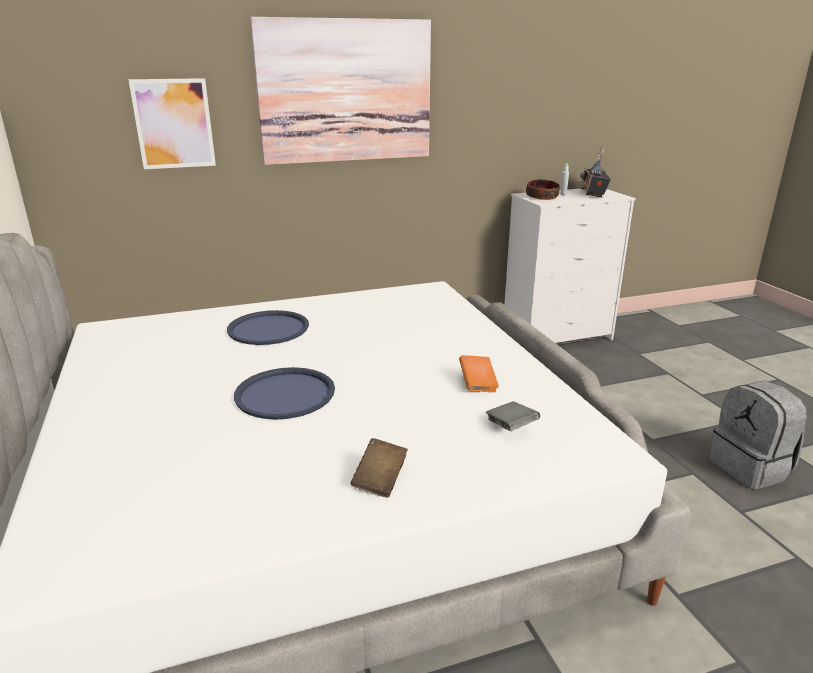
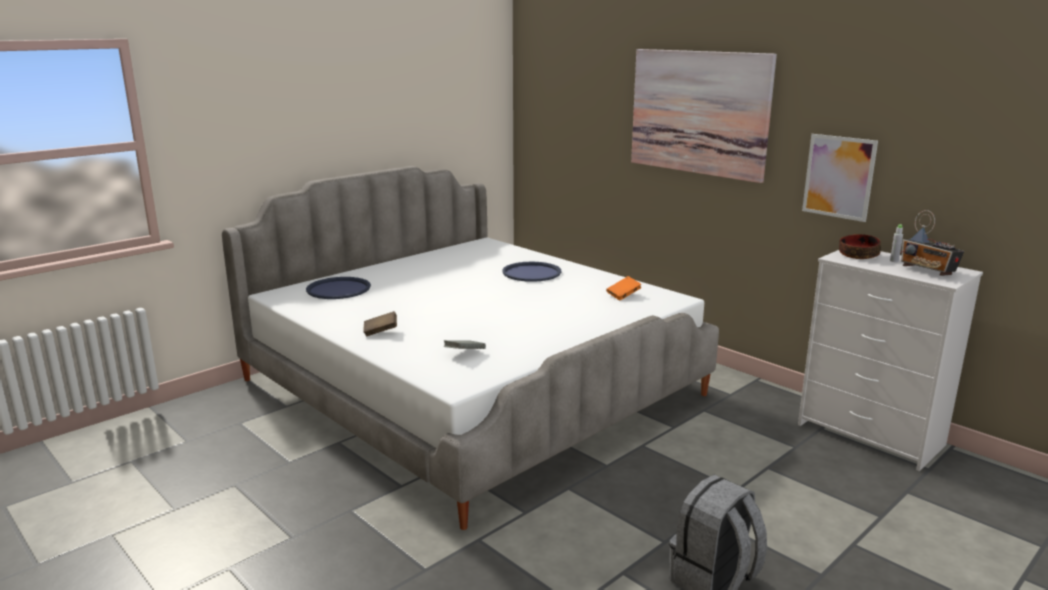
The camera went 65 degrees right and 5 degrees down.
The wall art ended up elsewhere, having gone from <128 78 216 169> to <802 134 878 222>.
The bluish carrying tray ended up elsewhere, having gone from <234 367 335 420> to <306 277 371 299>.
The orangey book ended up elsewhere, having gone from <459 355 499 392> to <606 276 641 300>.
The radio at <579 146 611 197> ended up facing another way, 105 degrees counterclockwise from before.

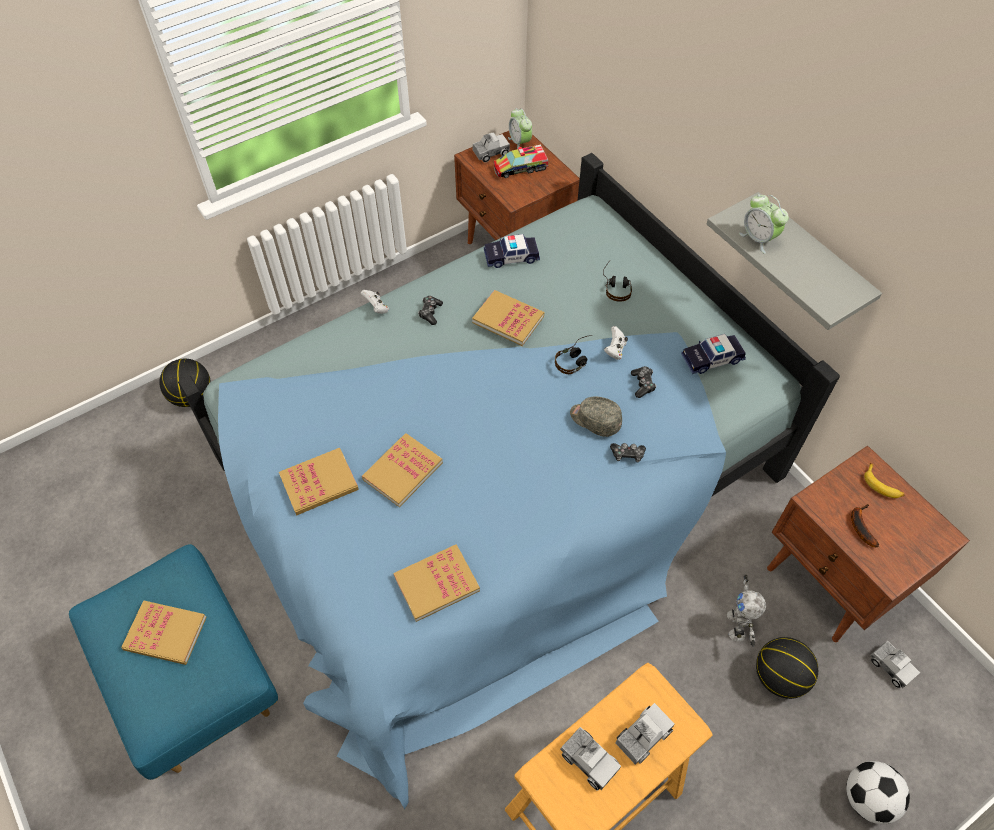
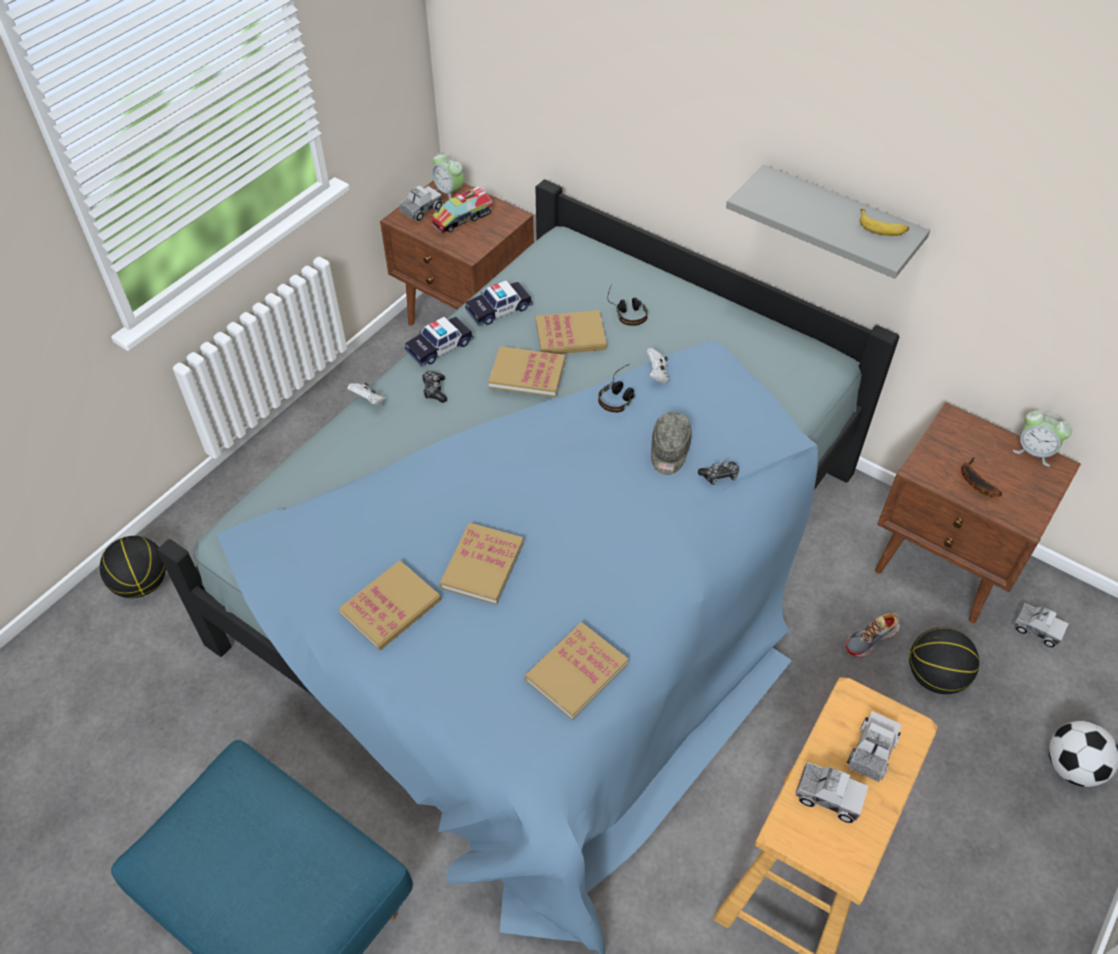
The camera went 20 degrees left and 5 degrees down.
The book ended up elsewhere, having gone from <122 600 207 665> to <536 310 607 354>.
The greyish peaked cap at <570 396 622 437> ended up facing another way, 90 degrees counterclockwise from before.
The second view lost the joypad at <631 366 656 398>.
The toy car ended up elsewhere, having gone from <681 334 746 374> to <404 317 474 367>.
Where the robot figure stood at <727 575 766 647>, the low shoe came to stand at <846 613 900 657>.
The alarm clock ended up elsewhere, having gone from <739 194 789 254> to <1013 411 1072 467>.
The banana ended up elsewhere, having gone from <864 463 905 498> to <860 209 909 236>.

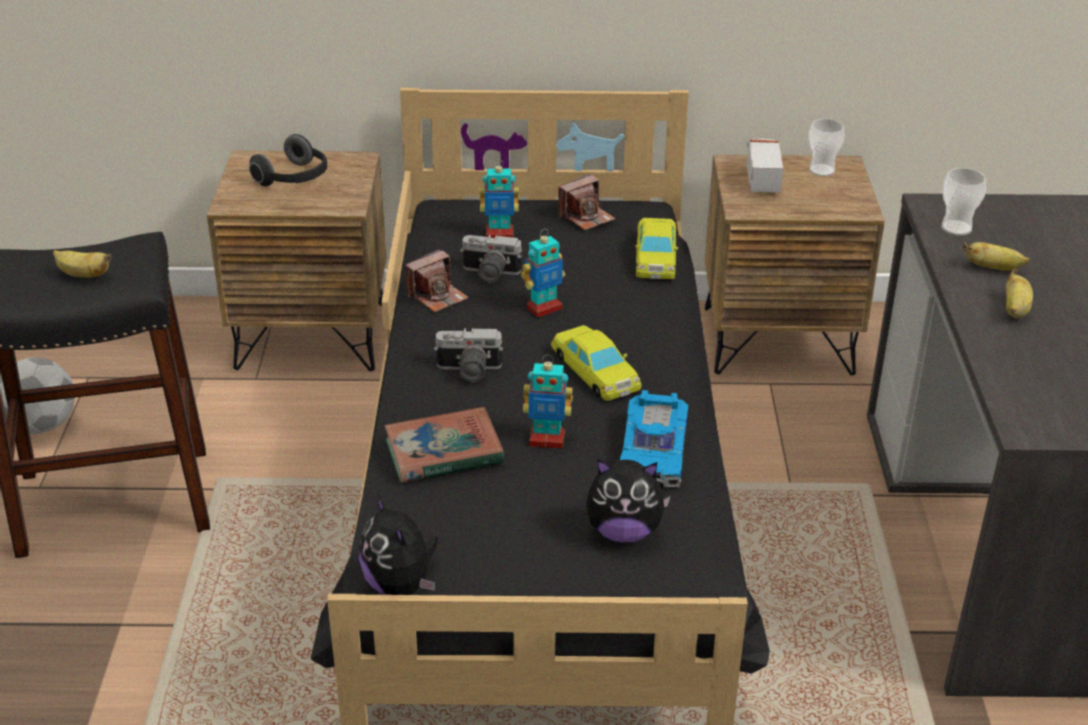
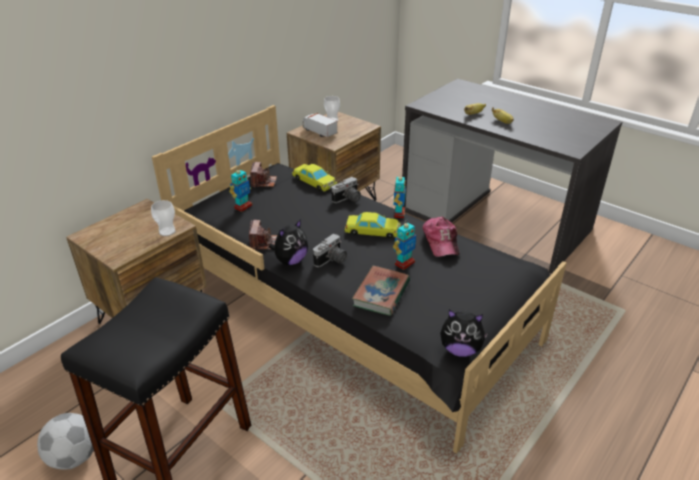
The camera went 50 degrees left and 0 degrees up.
The second view lost the banana at <53 250 112 277>.
The second view lost the headset at <249 134 327 187>.
The still camera ended up elsewhere, having gone from <460 235 522 283> to <331 177 361 203>.
The robot figure ended up elsewhere, having gone from <521 229 565 318> to <394 173 406 218>.
The soft toy ended up elsewhere, having gone from <586 459 671 543> to <269 219 308 265>.
Where the toy car stood at <620 390 688 487>, the peaked cap came to stand at <423 217 460 257>.
The cup ended up elsewhere, having gone from <941 168 986 236> to <151 200 176 236>.

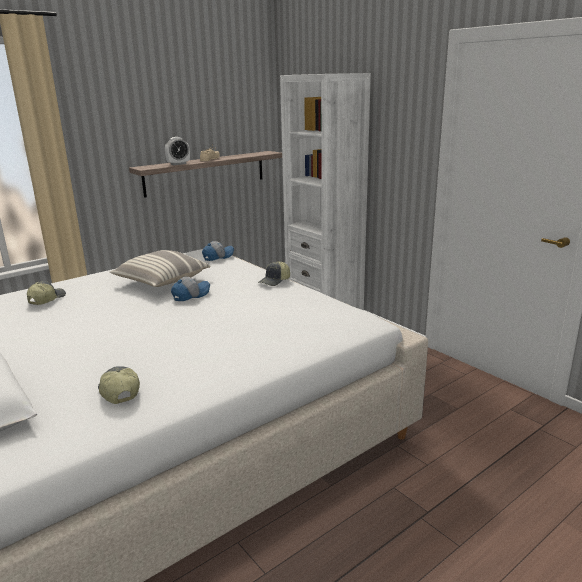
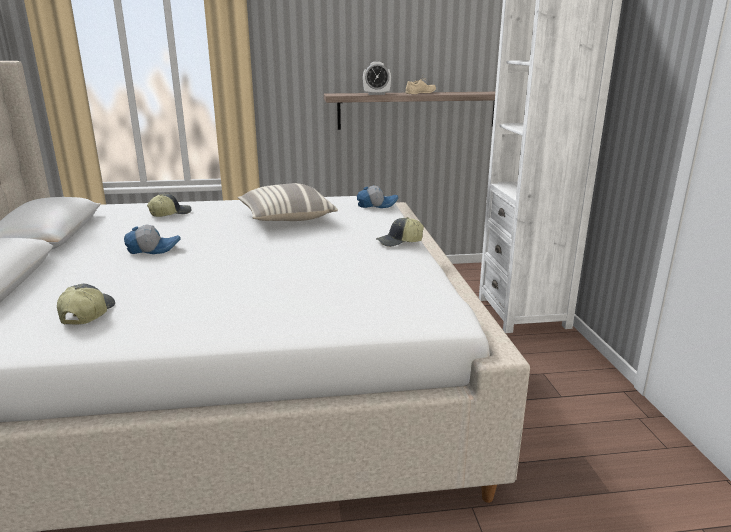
The camera went 30 degrees right and 0 degrees up.
The peaked cap ended up elsewhere, having gone from <171 277 210 301> to <124 225 181 254>.

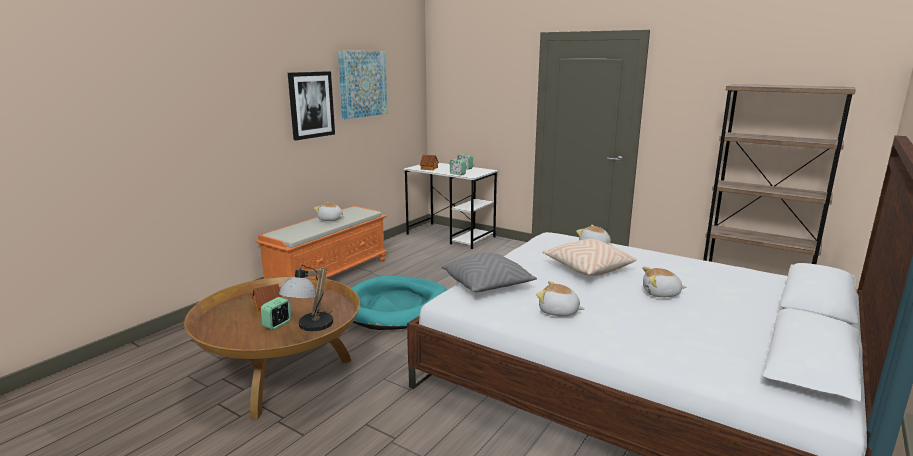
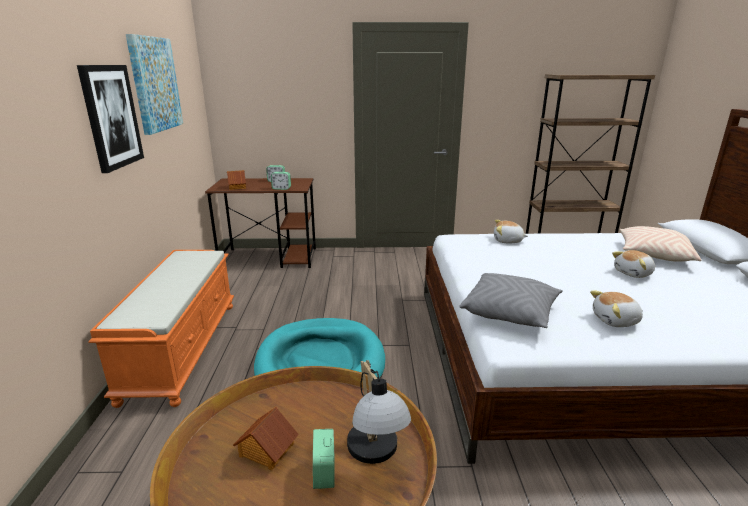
The camera went 35 degrees left and 5 degrees up.
The second view lost the soft toy at <314 202 343 221>.
What was the whitish desk unit at <403 163 499 249> turned into the brown desk unit at <205 178 316 268>.
The beige throw pillow ended up elsewhere, having gone from <542 239 637 276> to <620 226 701 262>.

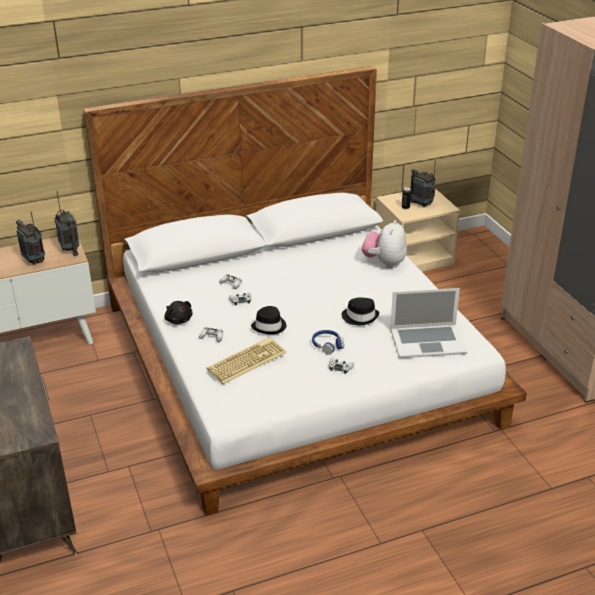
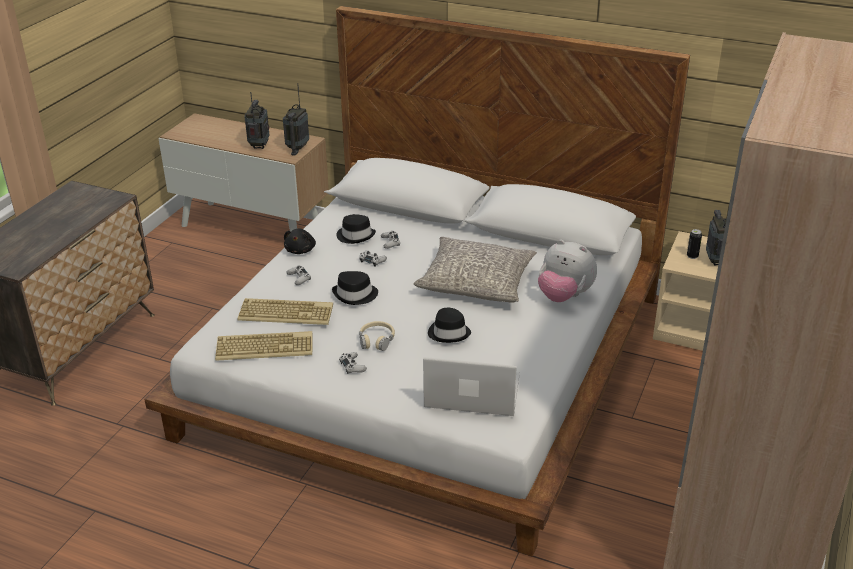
The camera went 45 degrees right and 0 degrees up.
What was the bluish headset at <312 330 344 355> turned into the beige headset at <359 321 395 351>.
The soft toy at <362 220 407 268> ended up facing another way, 120 degrees counterclockwise from before.
The laptop at <390 288 467 358> ended up facing another way, 150 degrees clockwise from before.
The second view gained the PC keyboard at <215 331 312 361>.
The second view gained the black-coloured hat at <336 214 376 244>.
The second view gained the greyish throw pillow at <414 237 537 303>.

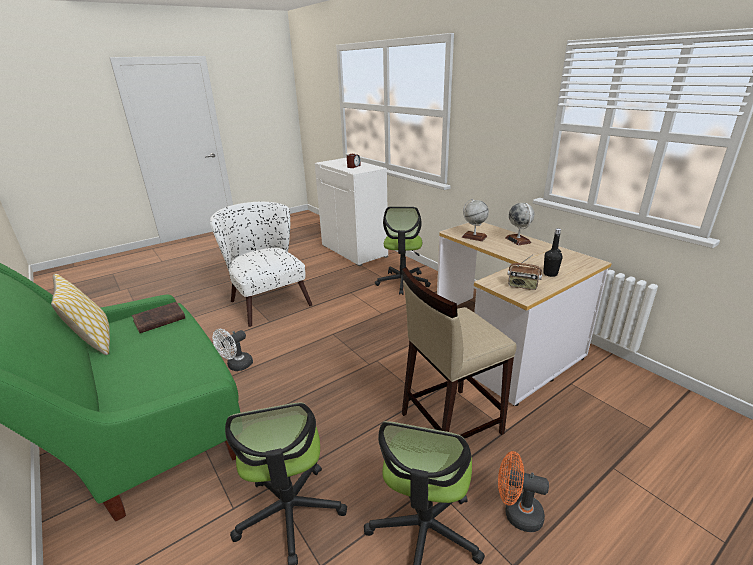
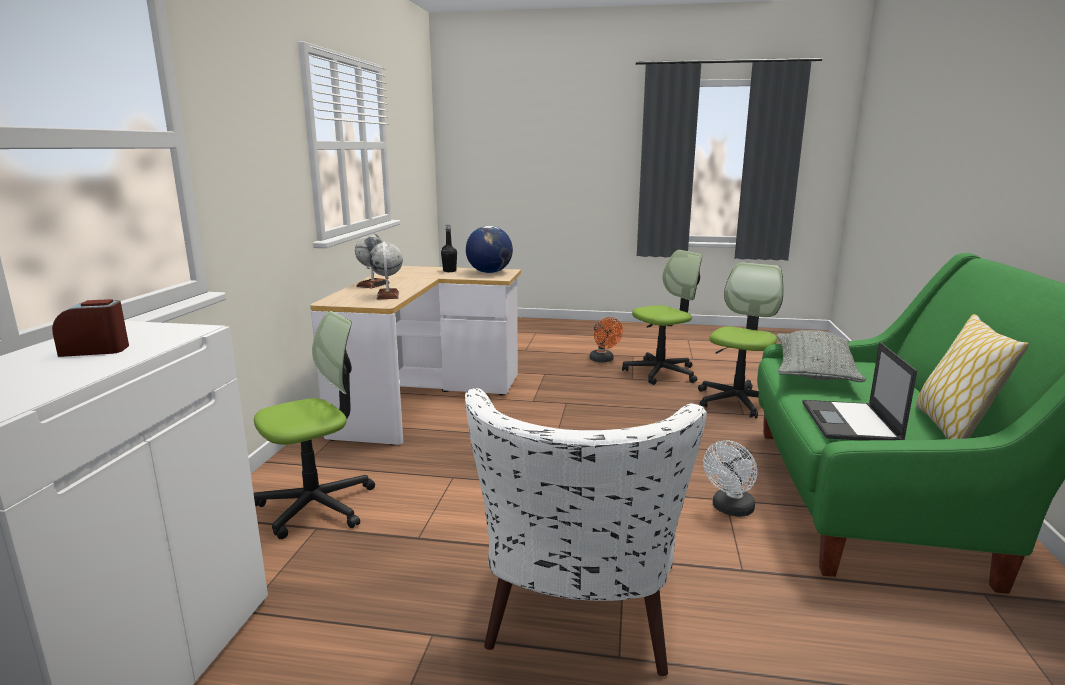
The camera went 135 degrees left and 10 degrees down.
Where the brown book stood at <132 302 185 333>, the laptop came to stand at <802 342 917 441>.
The whitish fan at <212 329 253 371> ended up facing another way, 135 degrees clockwise from before.
The second view lost the beige stool seat at <402 267 517 439>.
Where the radio stood at <507 256 542 290>, the globe came to stand at <466 226 513 273>.
The second view gained the greyish throw pillow at <776 330 866 382>.

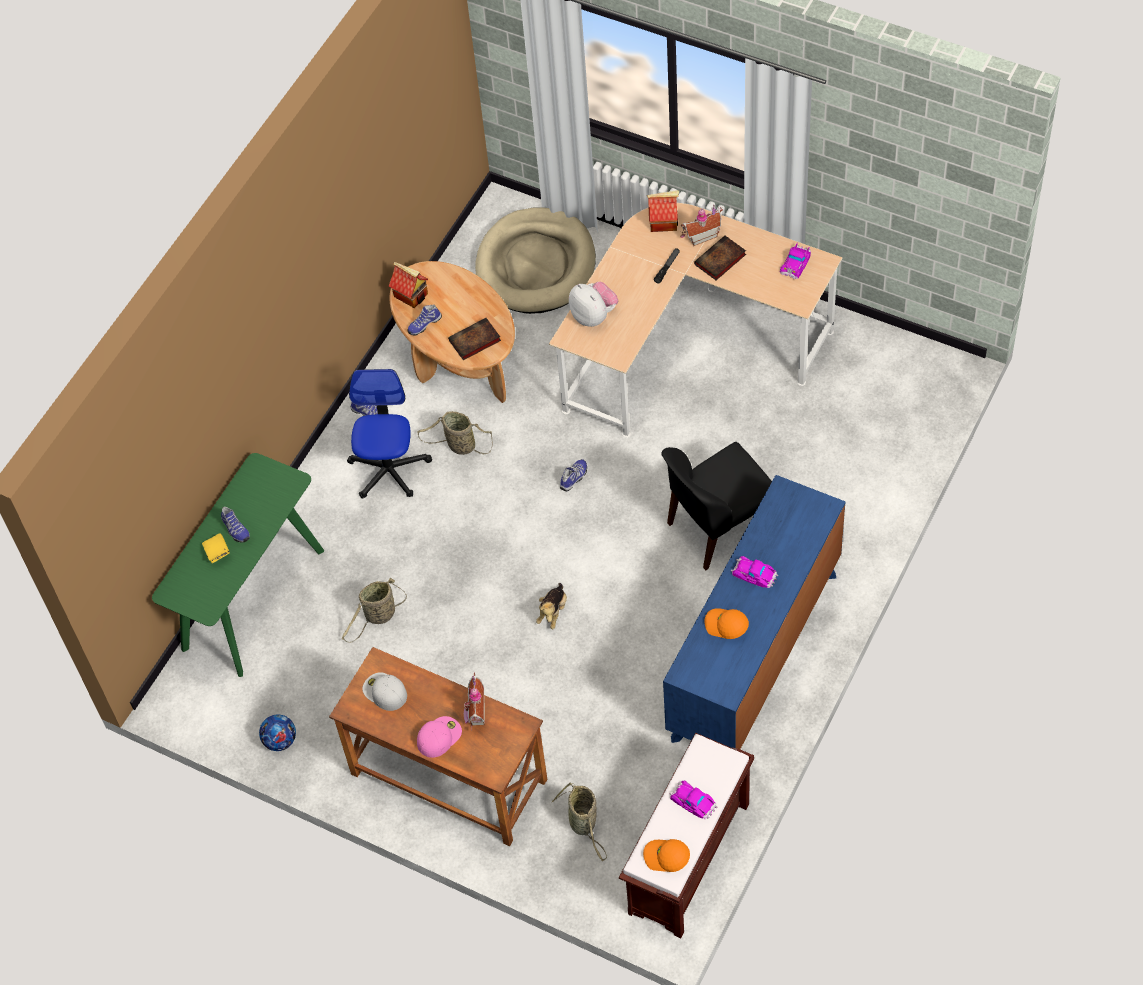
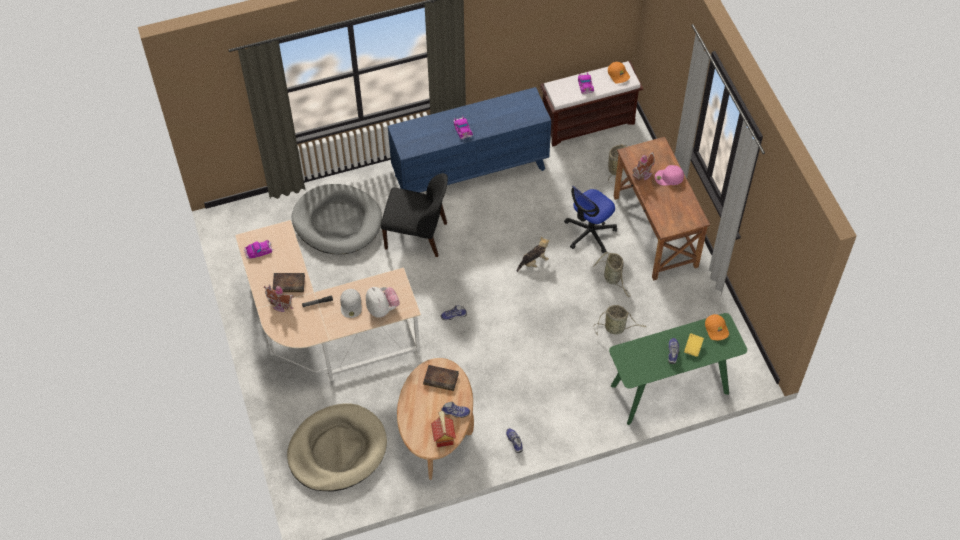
The camera went 140 degrees left and 0 degrees up.
The second view lost the football ball at <259 714 296 751>.
The computer chair ended up elsewhere, having gone from <347 369 432 499> to <564 185 617 253>.
The whitish peaked cap ended up elsewhere, having gone from <362 672 407 711> to <340 289 362 318>.
The basket ended up elsewhere, having gone from <418 411 492 455> to <593 252 630 297>.
The soft toy at <569 282 618 327> ended up facing another way, 150 degrees clockwise from before.
The second view lost the miniature house at <647 190 679 232>.
The orangey peaked cap ended up elsewhere, having gone from <705 608 749 639> to <705 314 729 340>.
The second view gained the greyish dog cushion at <292 184 382 254>.

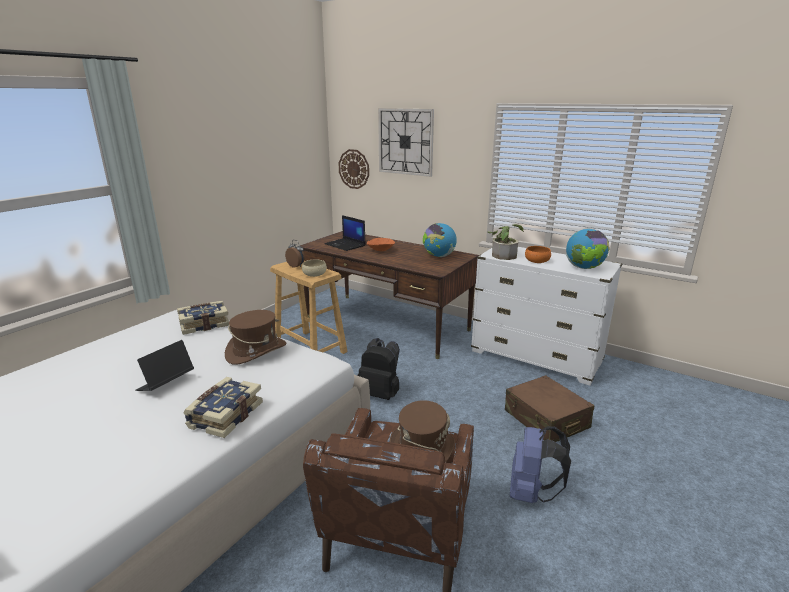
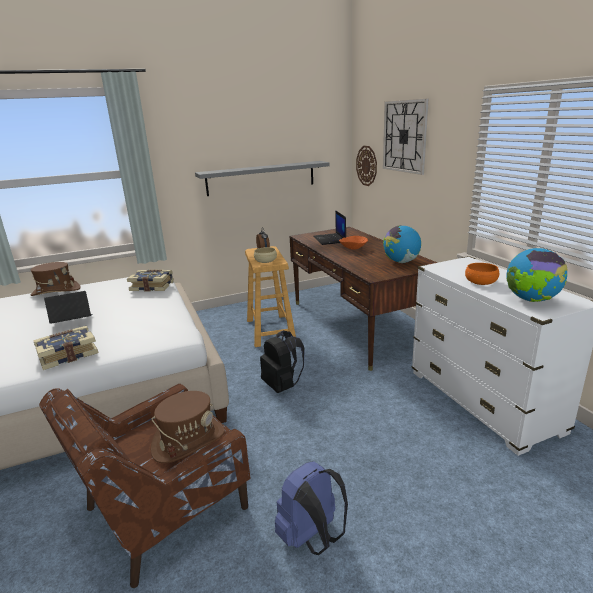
The camera went 35 degrees right and 0 degrees up.
The brown hat ended up elsewhere, having gone from <225 310 287 365> to <31 262 81 296>.
The second view lost the potted plant at <488 224 524 260>.
The second view lost the brown suitcase at <505 375 594 442>.
The second view gained the greyish wall shelf at <195 161 329 196>.

